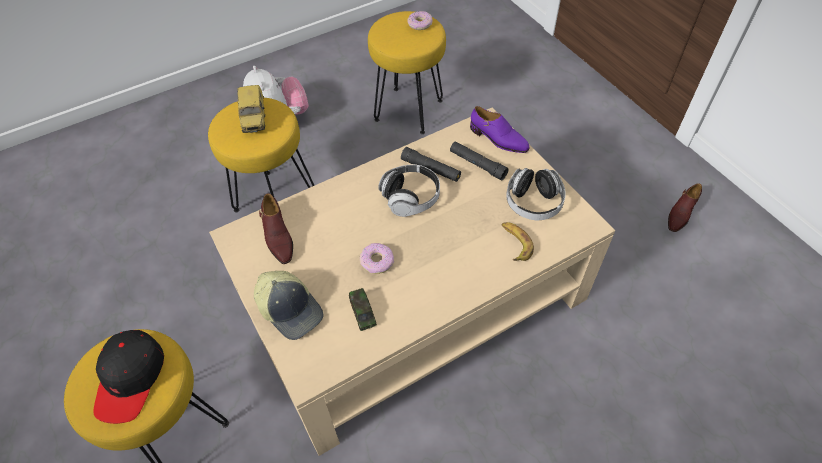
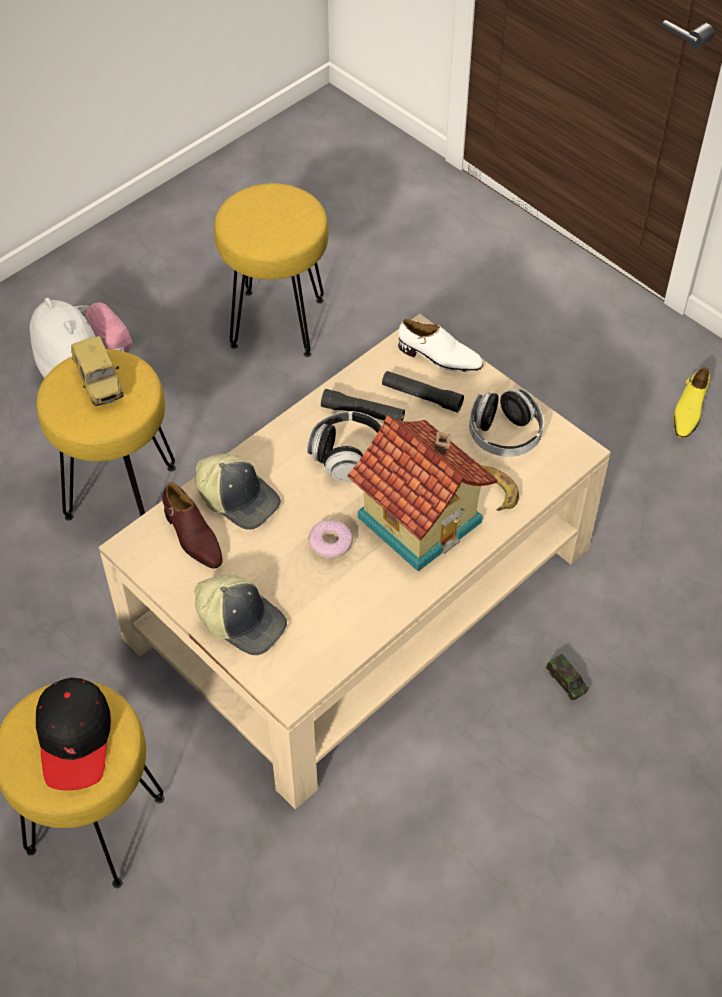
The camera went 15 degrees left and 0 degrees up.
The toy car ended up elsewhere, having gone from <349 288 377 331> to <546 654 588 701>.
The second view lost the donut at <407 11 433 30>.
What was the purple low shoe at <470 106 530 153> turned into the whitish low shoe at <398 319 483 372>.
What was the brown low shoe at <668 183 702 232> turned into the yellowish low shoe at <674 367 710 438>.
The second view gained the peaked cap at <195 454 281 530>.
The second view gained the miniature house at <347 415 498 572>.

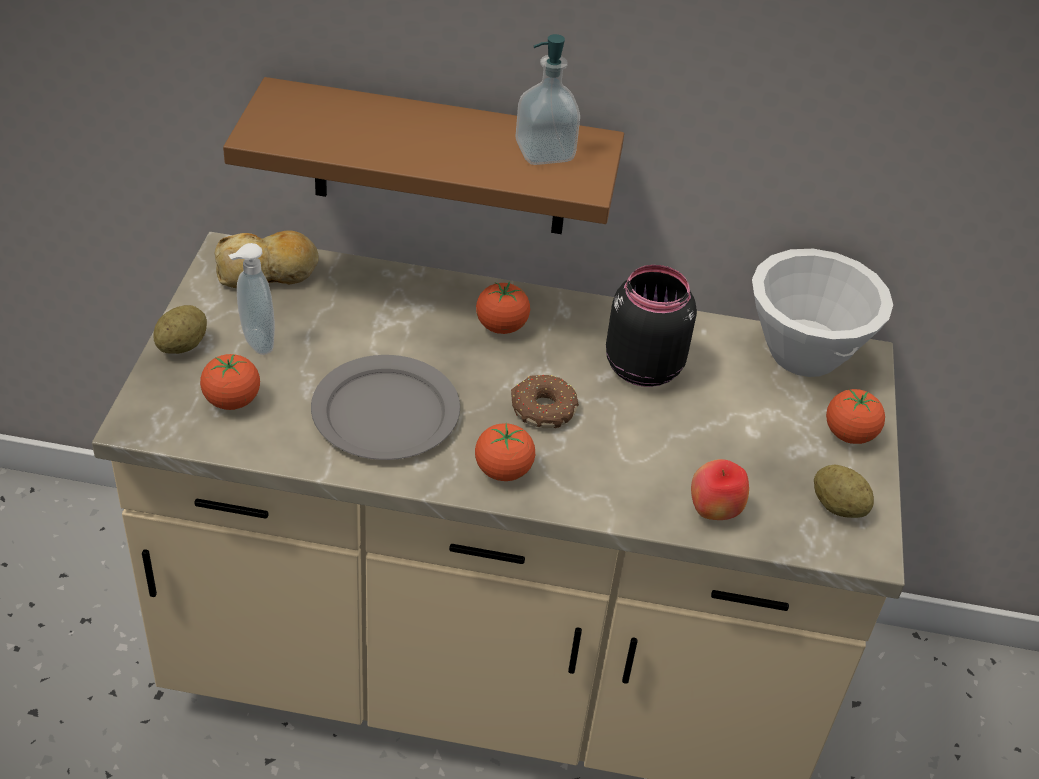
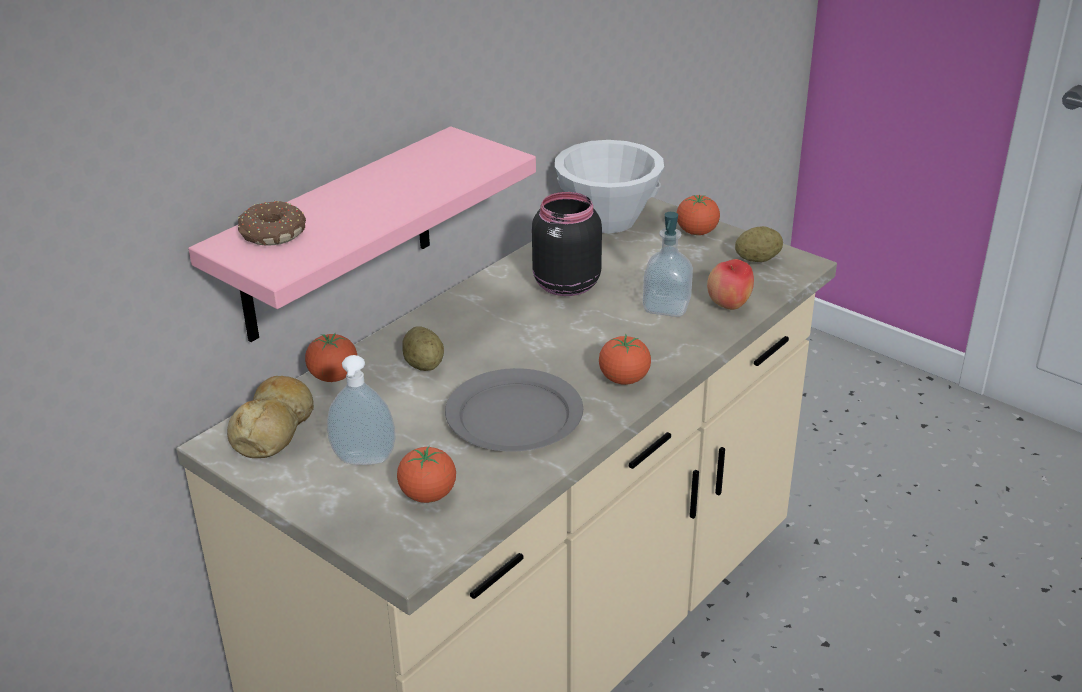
The camera went 55 degrees left and 10 degrees down.
The spud ended up elsewhere, having gone from <154 305 207 354> to <402 327 444 371>.
What was the brown wall shelf at <223 77 624 234> turned into the pink-coloured wall shelf at <188 126 536 342>.
The tomato ended up elsewhere, having gone from <476 282 530 334> to <305 333 357 382>.
The donut ended up elsewhere, having gone from <511 375 579 428> to <238 201 306 246>.
The soap bottle ended up elsewhere, having gone from <515 34 580 165> to <643 212 693 317>.

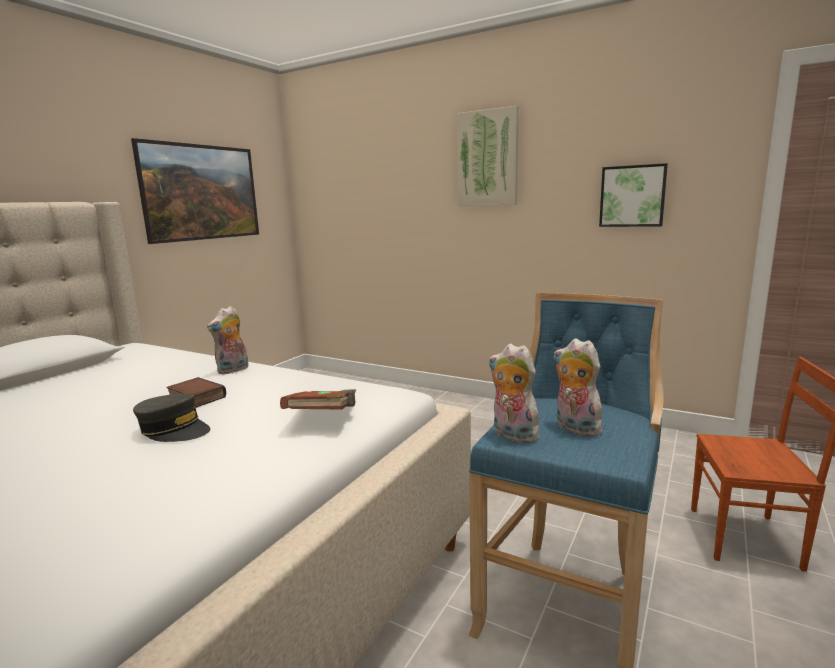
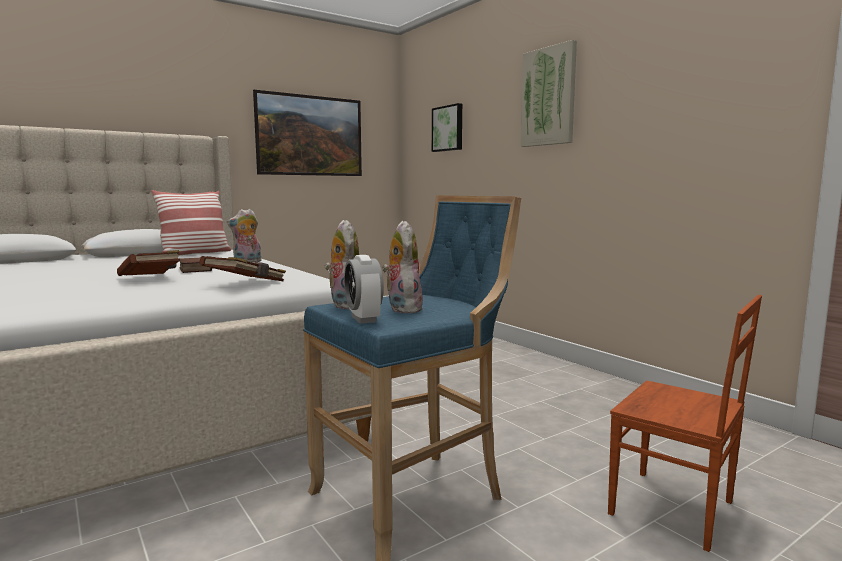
The camera went 25 degrees right and 5 degrees down.
Where the greyish peaked cap stood at <133 394 210 442>, the brown book came to stand at <117 250 180 276>.
The wall art ended up elsewhere, having gone from <599 163 668 227> to <432 103 462 152>.
The second view gained the throw pillow at <151 190 231 255>.
The second view gained the alarm clock at <344 255 384 324>.

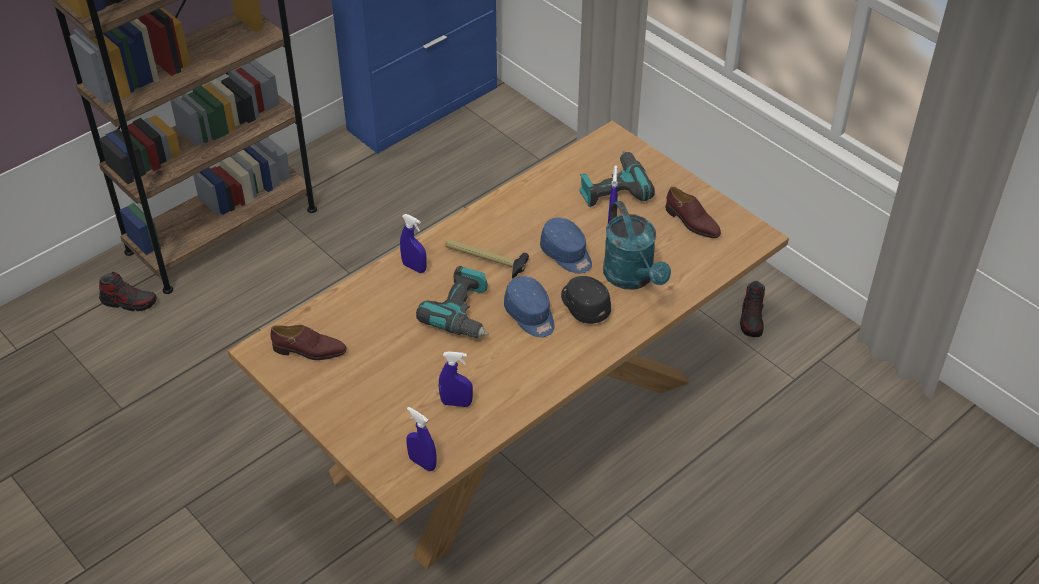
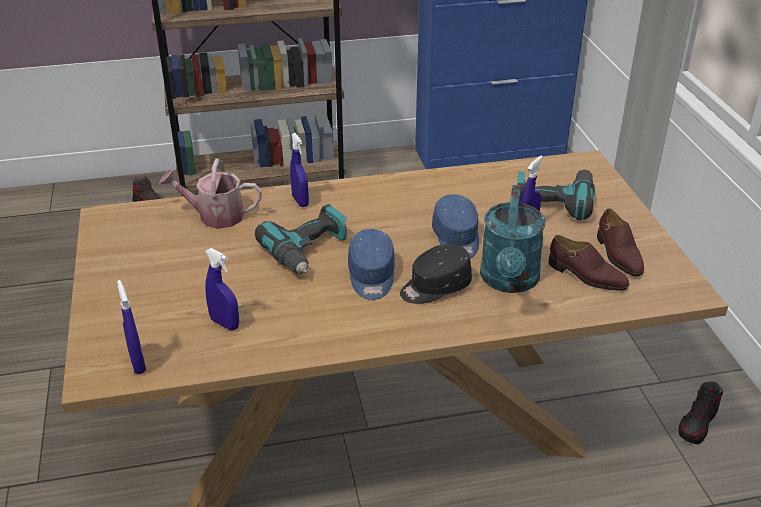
The camera went 30 degrees right and 10 degrees down.
The brown low shoe ended up elsewhere, having gone from <271 325 347 360> to <548 235 629 291>.
The second view lost the tool hammer at <445 239 529 278>.
The black-coloured peaked cap at <561 276 611 324> ended up facing another way, 120 degrees counterclockwise from before.
The second view gained the watering can at <159 158 262 229>.

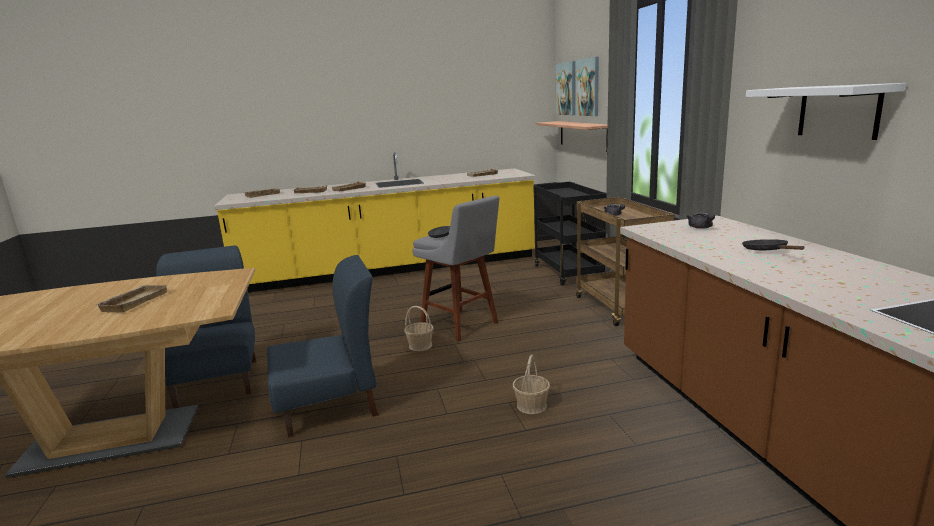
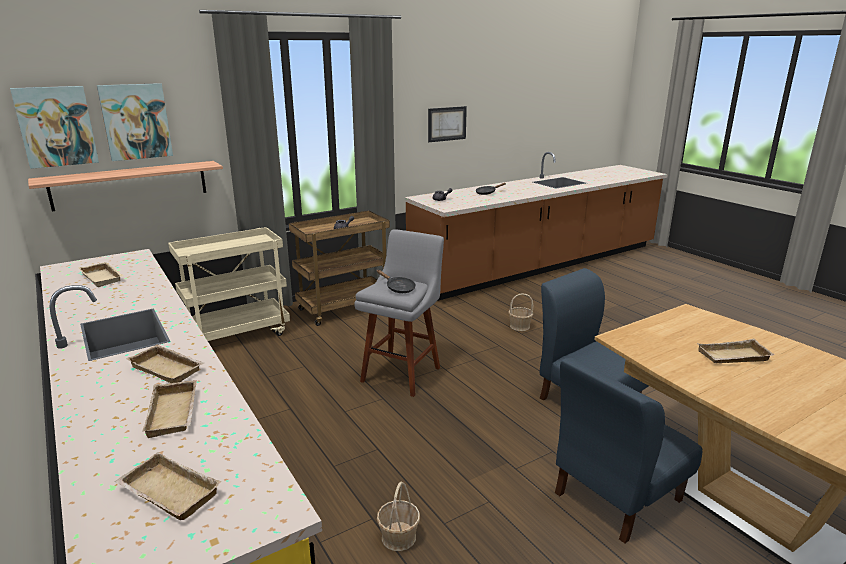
The camera went 110 degrees left and 5 degrees up.
The basket ended up elsewhere, having gone from <404 306 434 351> to <377 482 420 551>.
What was the black-coloured wheeled cart at <533 182 606 286> turned into the beige wheeled cart at <168 227 290 341>.
Where the whitish wall shelf hung at <746 83 906 140>, the wall art came to hang at <428 106 467 142>.

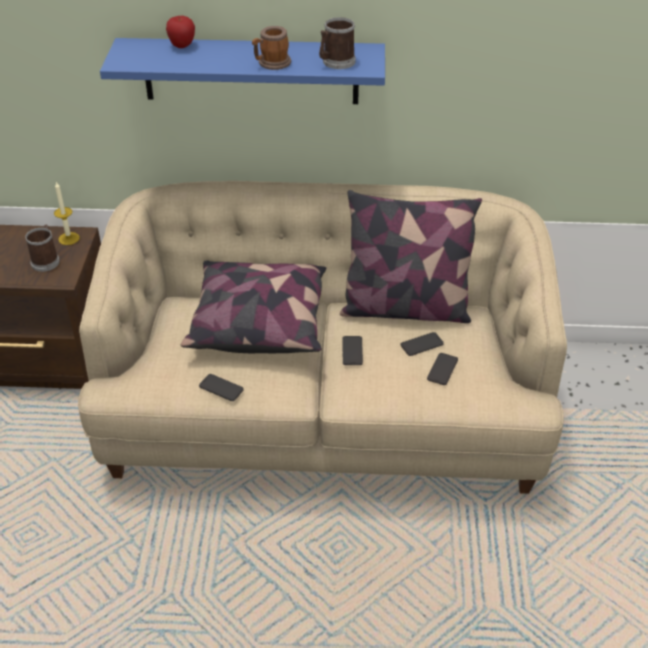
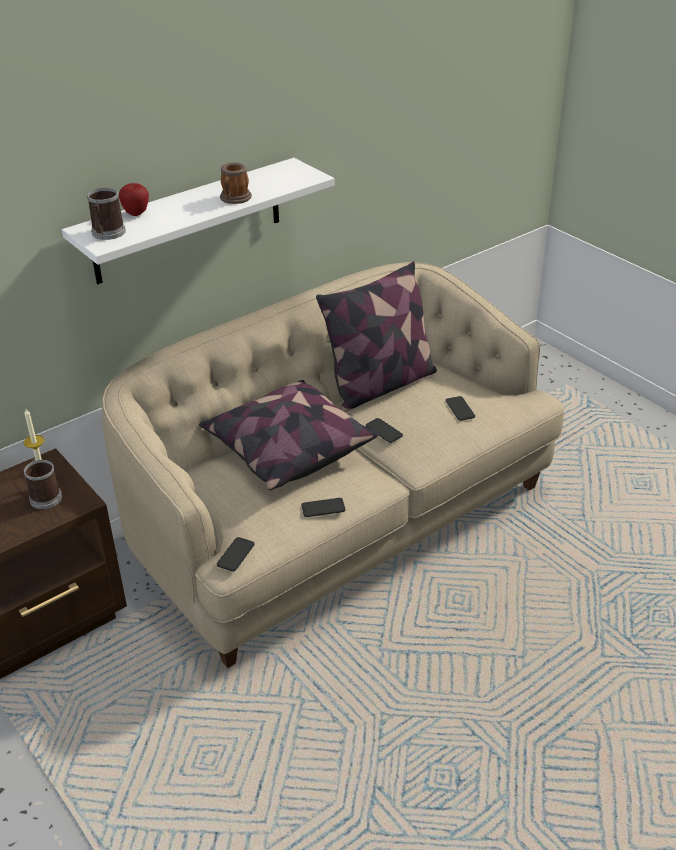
The camera went 40 degrees left and 5 degrees down.
What was the bluish wall shelf at <100 38 385 104> turned into the whitish wall shelf at <62 158 334 284>.
The tea mug ended up elsewhere, having gone from <319 17 356 69> to <87 188 126 240>.
The phone ended up elsewhere, having gone from <401 332 444 356> to <217 537 255 571>.

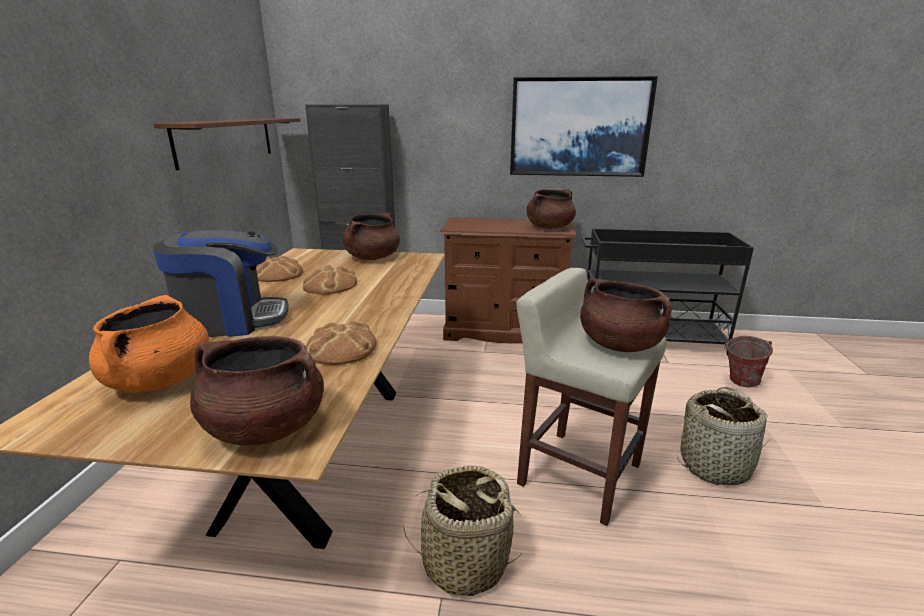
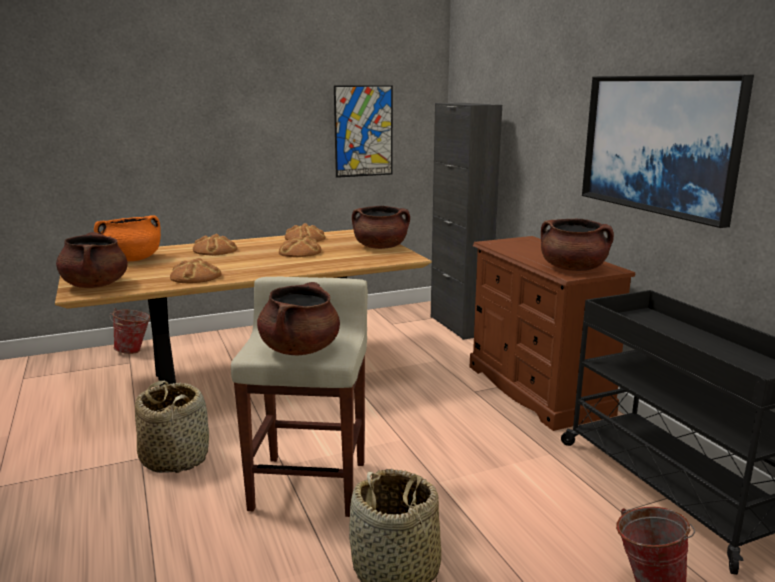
The camera went 60 degrees right and 5 degrees down.
Where the coffee machine stood at <153 230 289 337>, the baked bread came to stand at <193 234 237 256>.
Where the brown wall shelf hung at <154 118 300 170>, the wall art came to hang at <334 85 393 178>.
The second view gained the water bucket at <110 308 150 354>.

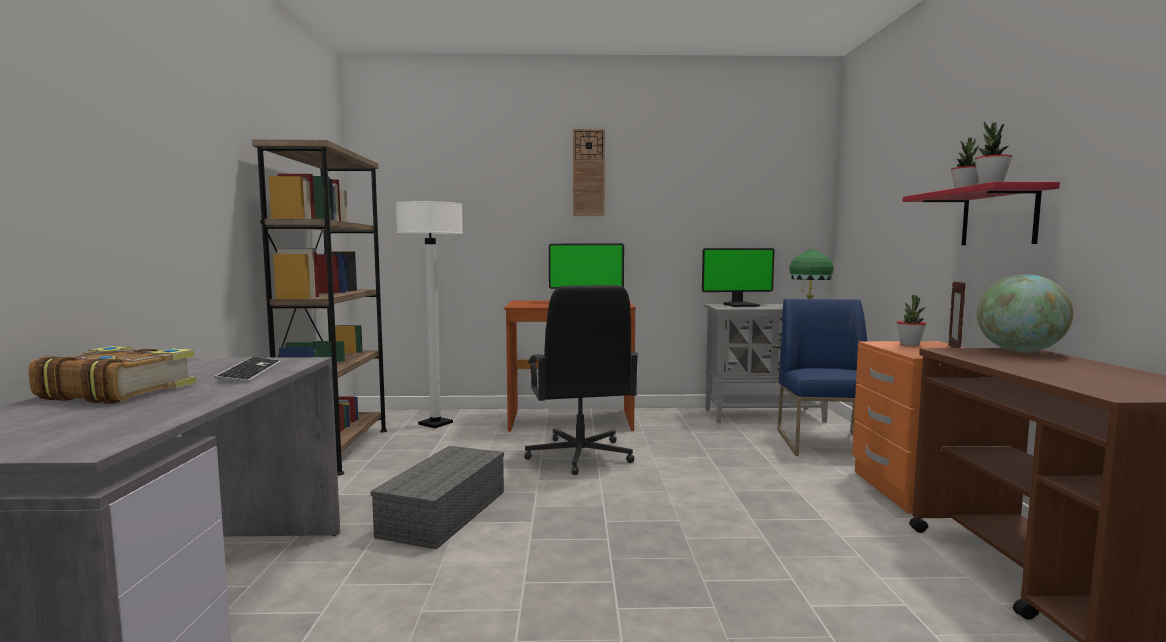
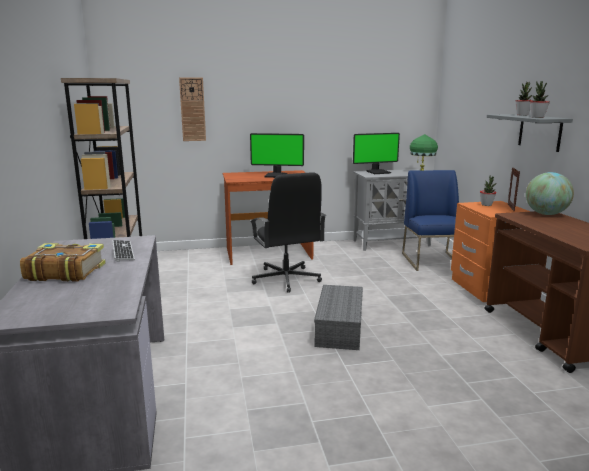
The camera went 10 degrees left and 10 degrees up.
The greyish storage bin ended up elsewhere, having gone from <370 446 504 549> to <314 285 363 350>.
The second view lost the whitish floor lamp at <396 201 463 428>.
The wall clock ended up elsewhere, having gone from <573 129 605 216> to <179 78 206 141>.
What was the red wall shelf at <902 182 1060 245> turned into the greyish wall shelf at <487 114 573 152>.

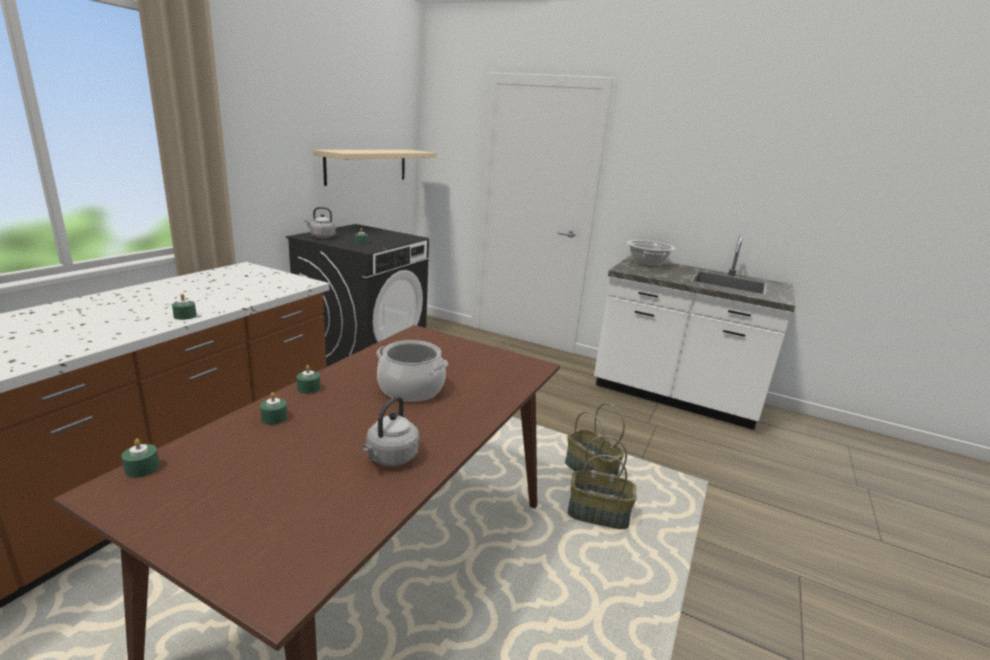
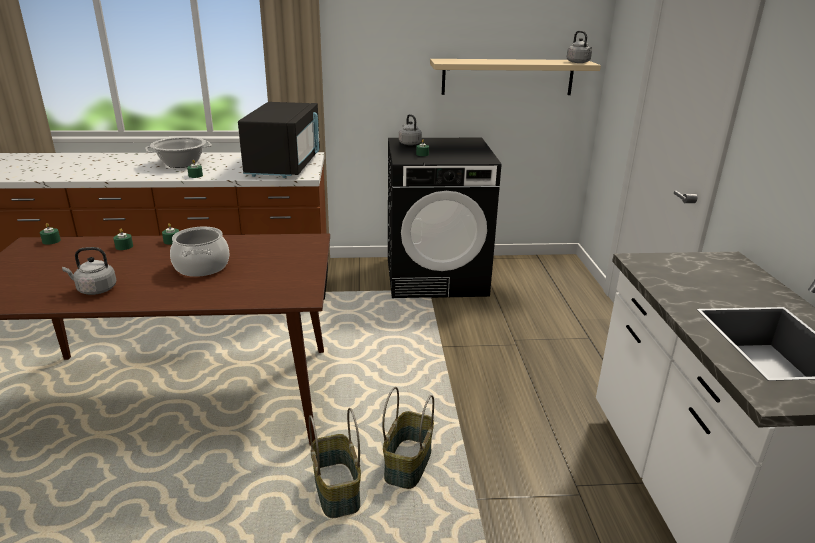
The camera went 60 degrees right and 5 degrees up.
The cooking pot ended up elsewhere, having gone from <627 240 675 267> to <145 137 212 168>.
The second view gained the black-coloured microwave at <238 102 320 178>.
The second view gained the greyish kettle at <567 31 592 63>.

